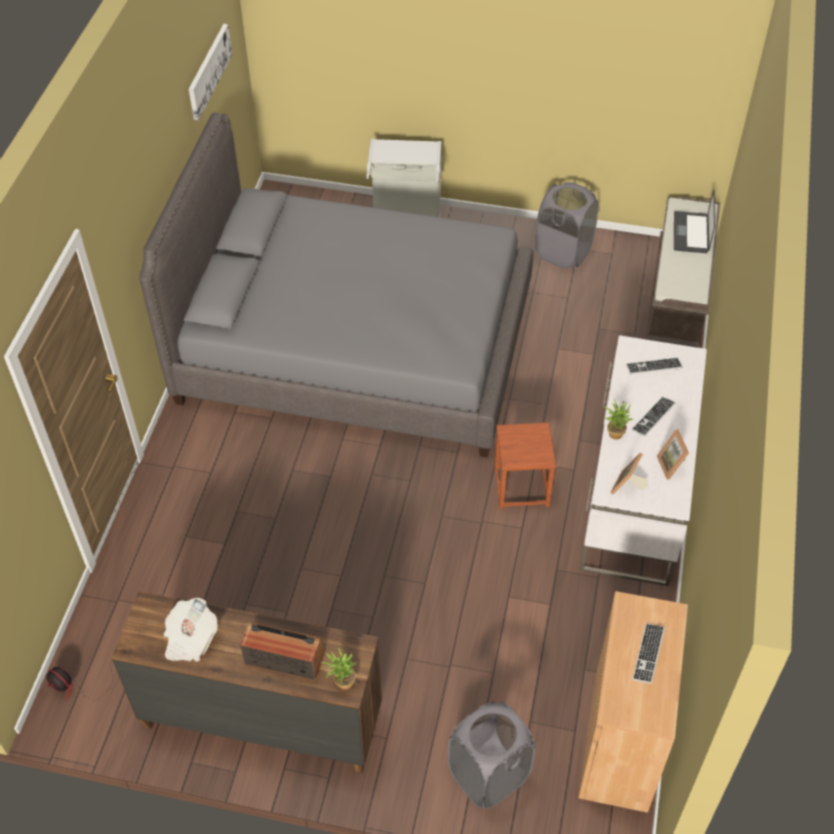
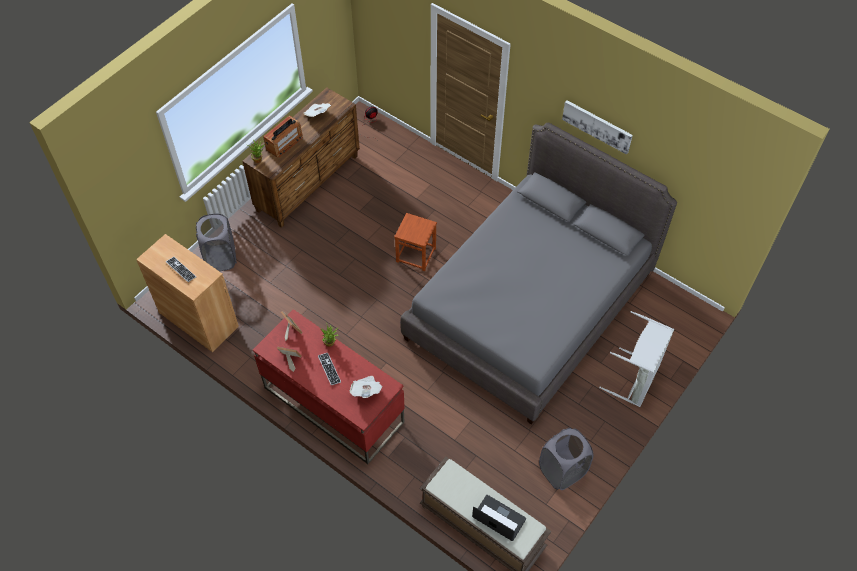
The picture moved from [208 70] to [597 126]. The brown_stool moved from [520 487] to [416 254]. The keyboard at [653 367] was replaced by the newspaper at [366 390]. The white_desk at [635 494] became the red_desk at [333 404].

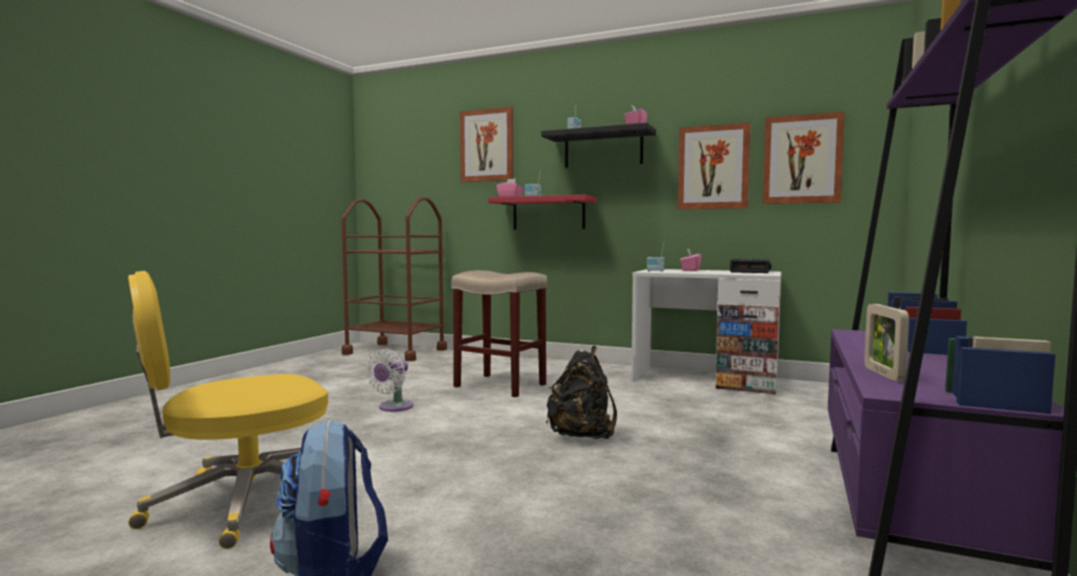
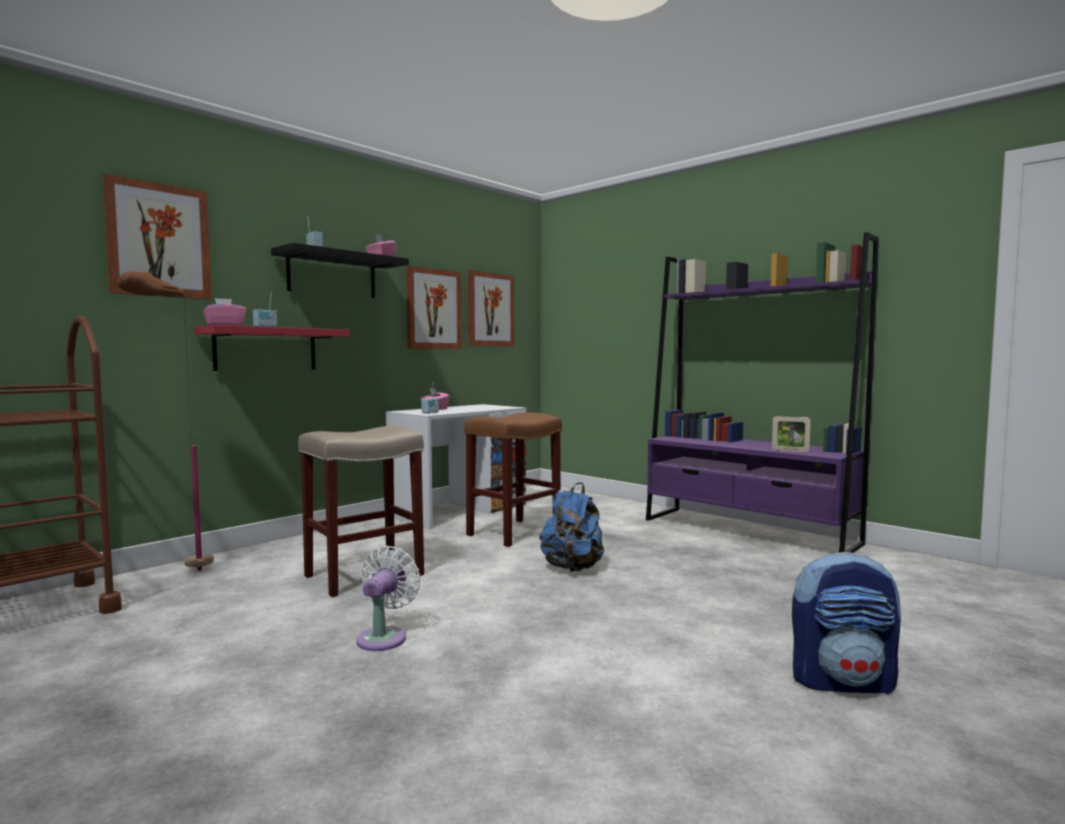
The yellow_office_chair at [241 503] disappeared. The alarm_clock at [750 271] disappeared. The brown_floor_lamp at [176 577] appeared. The brown_stool at [513 533] appeared. The black_backpack at [582 436] became the blue_backpack at [572 568]. The white_fan at [393 407] turned 120 degrees counterclockwise.

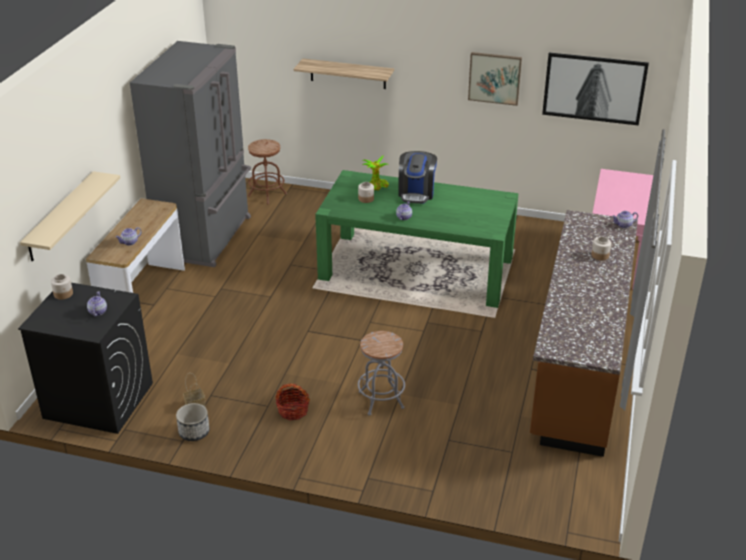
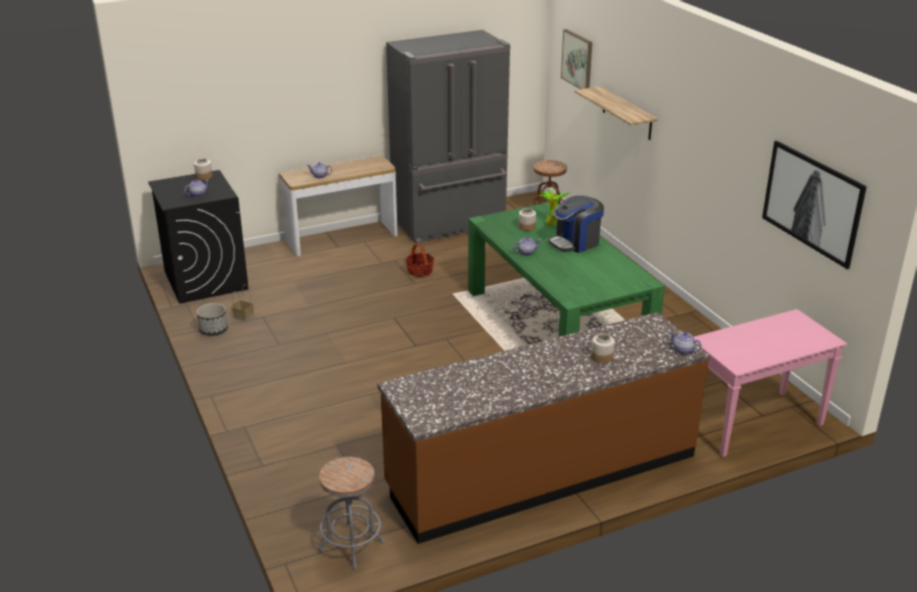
The beige_shelf at [60 216] disappeared. The basket moved from [293 411] to [419 271]. The grey_stool moved from [381 400] to [351 546]. The picture moved from [494 78] to [577 60].

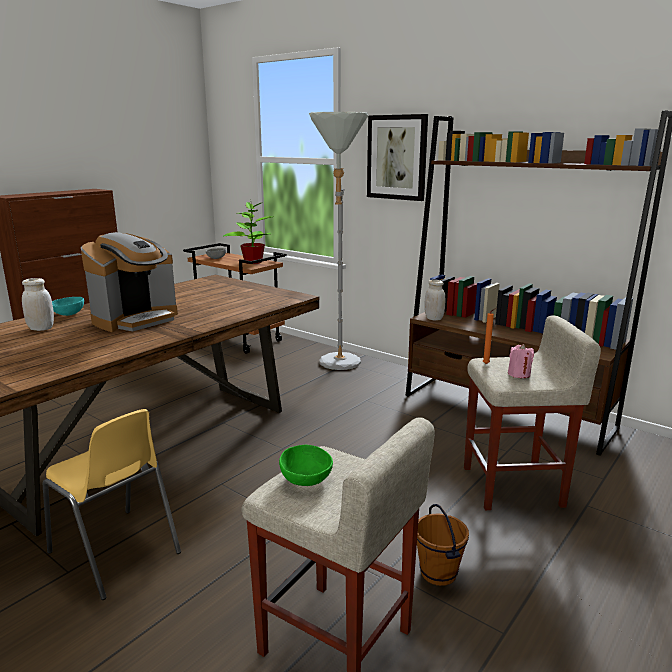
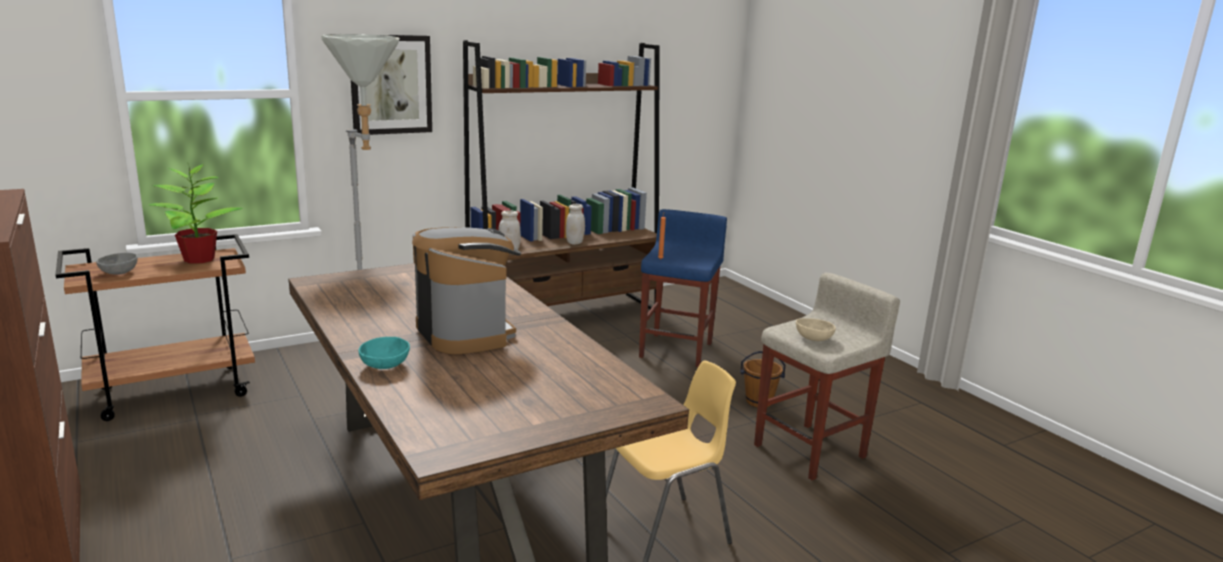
The pink_candle at [519 374] disappeared. The white_jar moved from [41 328] to [575 242]. The green_bowl at [307 479] became the beige_bowl at [813 338]. The beige_stool at [514 486] became the blue_stool at [676 349].

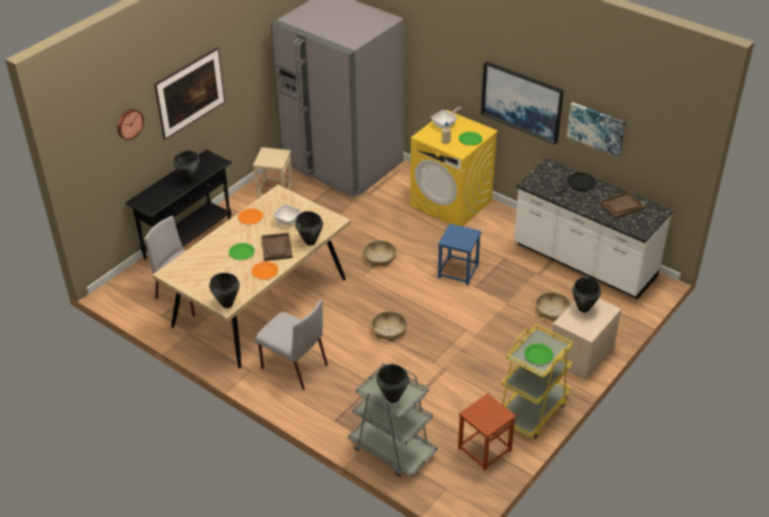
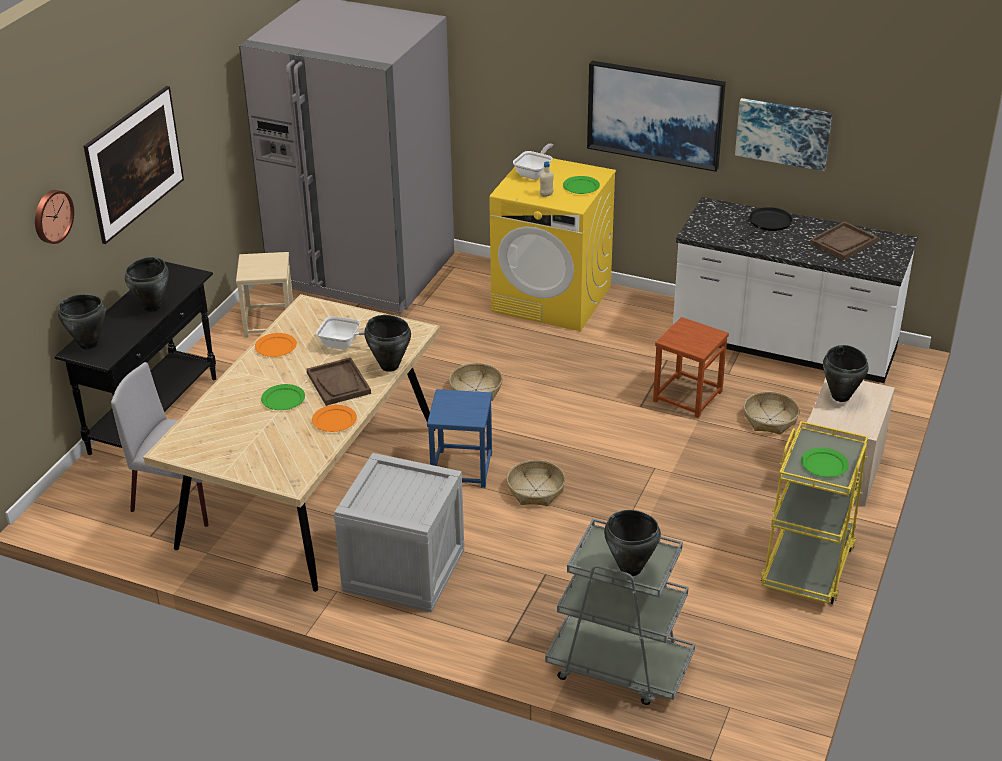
The black_cooking_pot moved from [227 304] to [89 344]. The blue_stool moved from [458 271] to [462 468]. The brown_stool moved from [484 449] to [687 396]. The grey_chair at [293 366] was replaced by the crate at [404 571].

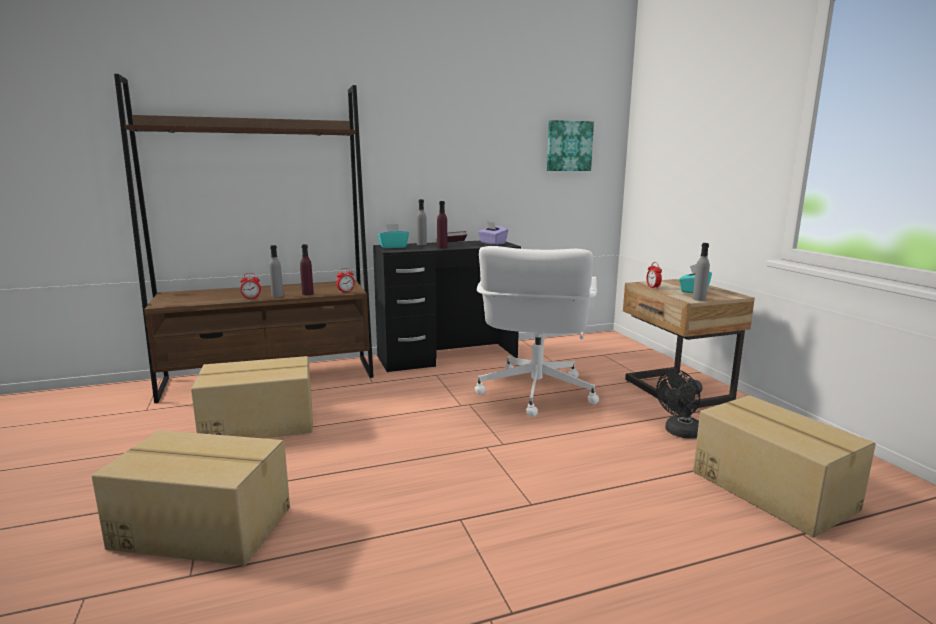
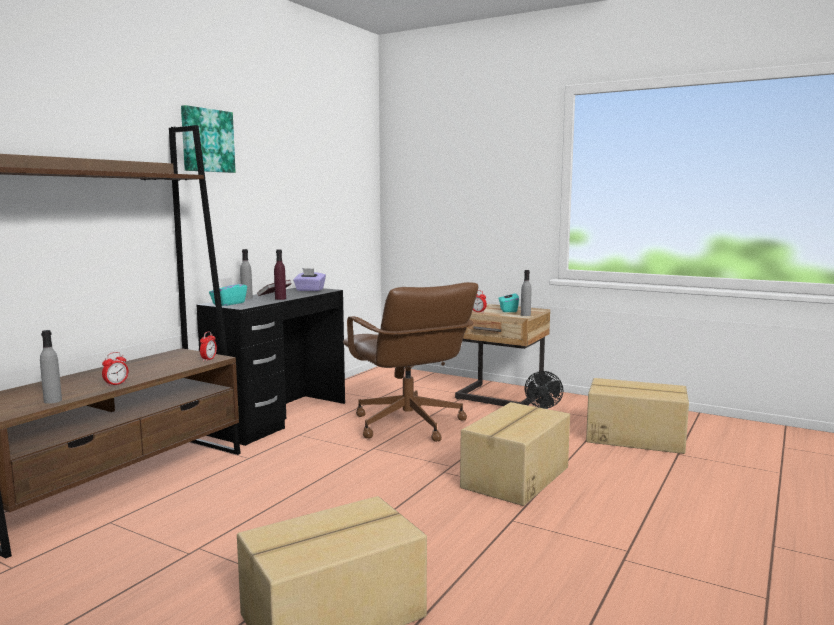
The purple_bottle at [307 294] disappeared. The cardboard_box moved from [259 424] to [514 477]. The grey_bottle moved from [277 295] to [53 401]. The picture moved from [568 146] to [207 140]. The white_office_chair at [535 393] became the brown_office_chair at [408 425].

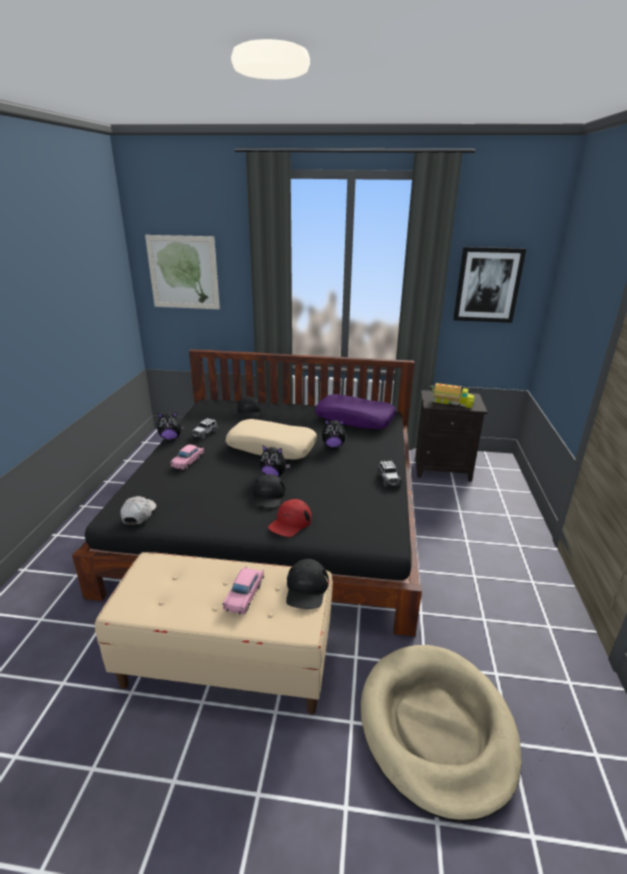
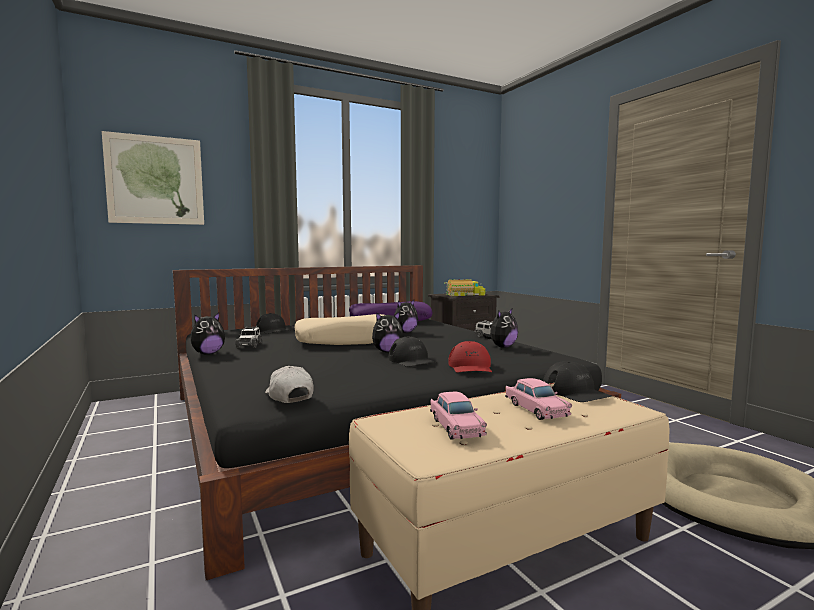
The picture at [487 285] disappeared. The plush_toy at [502 347] appeared. The pink_toy_car moved from [188 461] to [456 426].

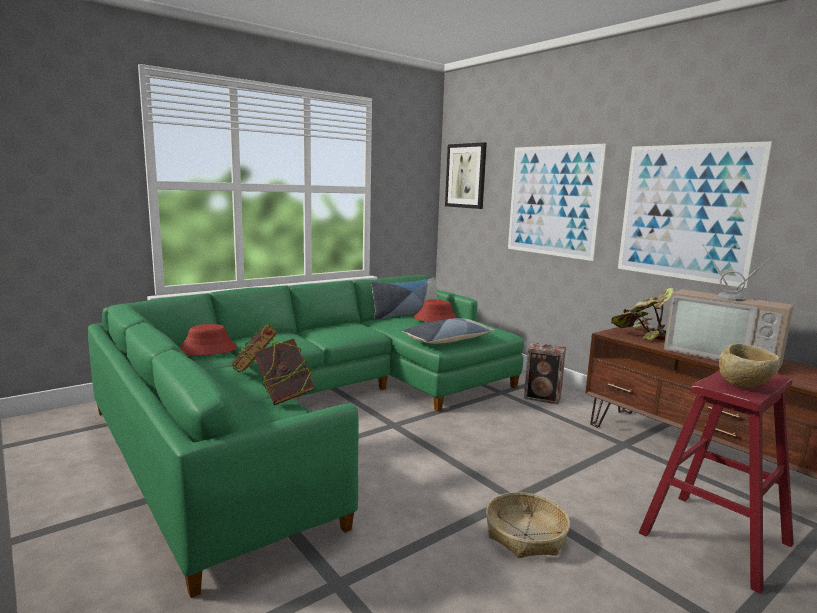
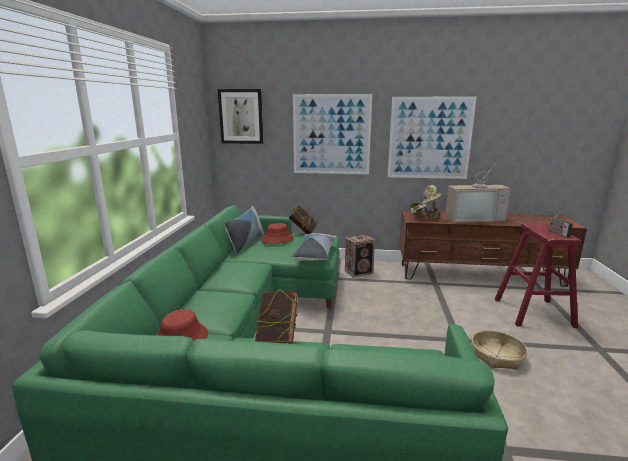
The book moved from [284 397] to [303 233]. The beige_bowl at [745 386] was replaced by the radio at [557 233].

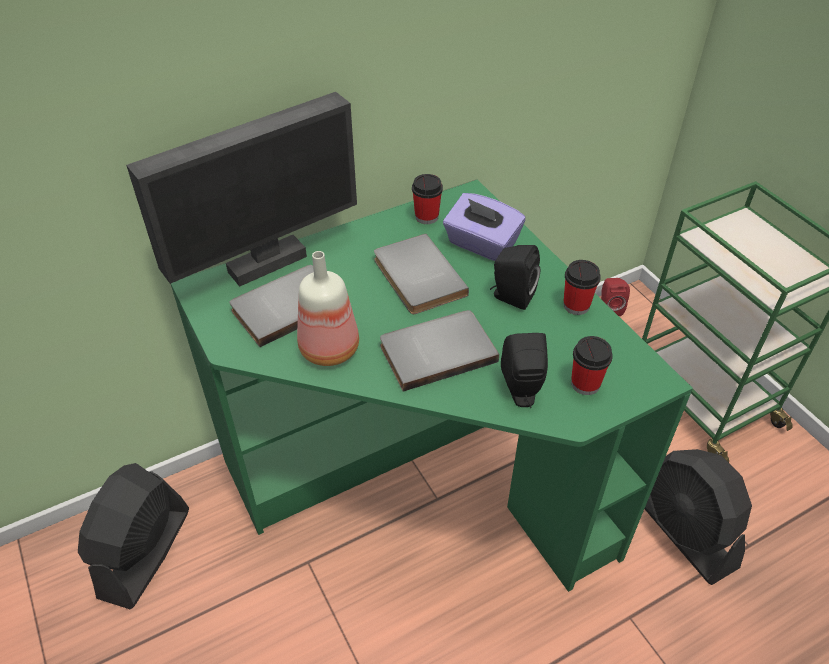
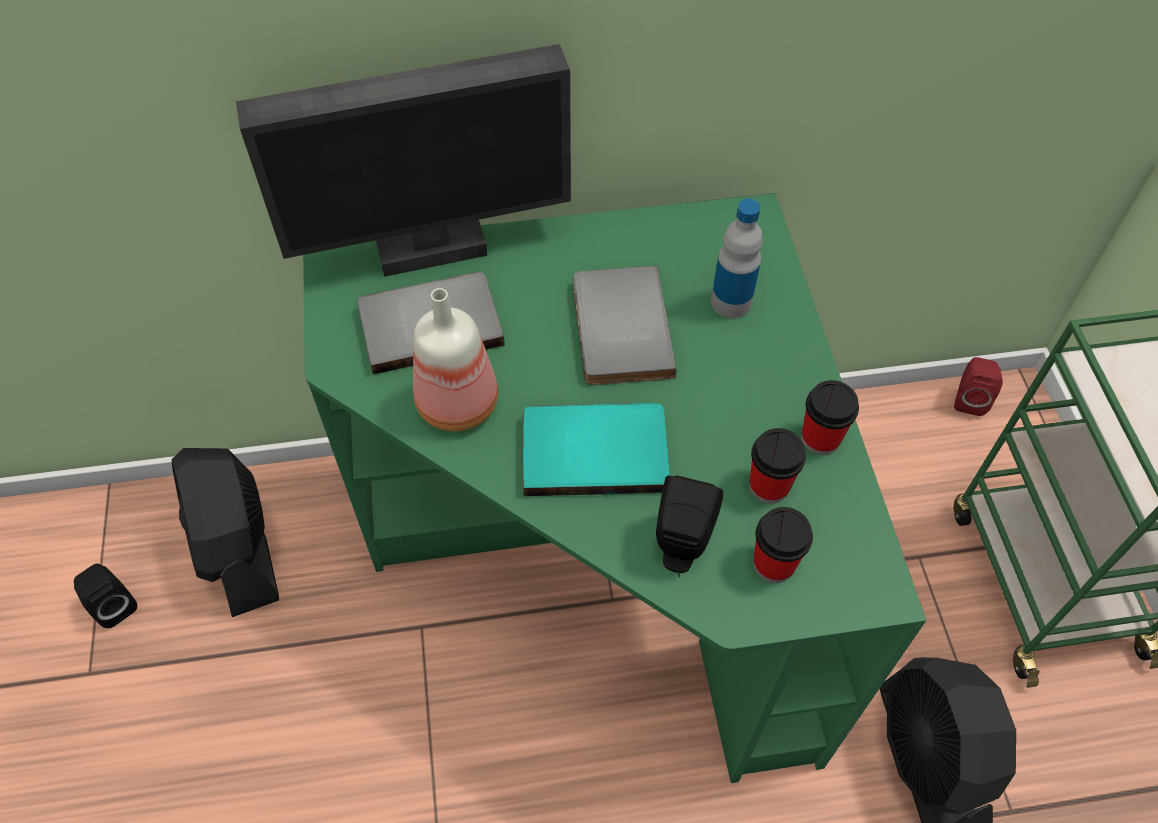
The cup moved from [426 217] to [769 486]. The black_speaker moved from [511 296] to [113 605]. The purple_tissue_box at [481 244] was replaced by the bottle at [731 302]. The grey_book at [436 350] became the turquoise_book at [594 449]. The black_fan at [145 553] turned 60 degrees counterclockwise.

